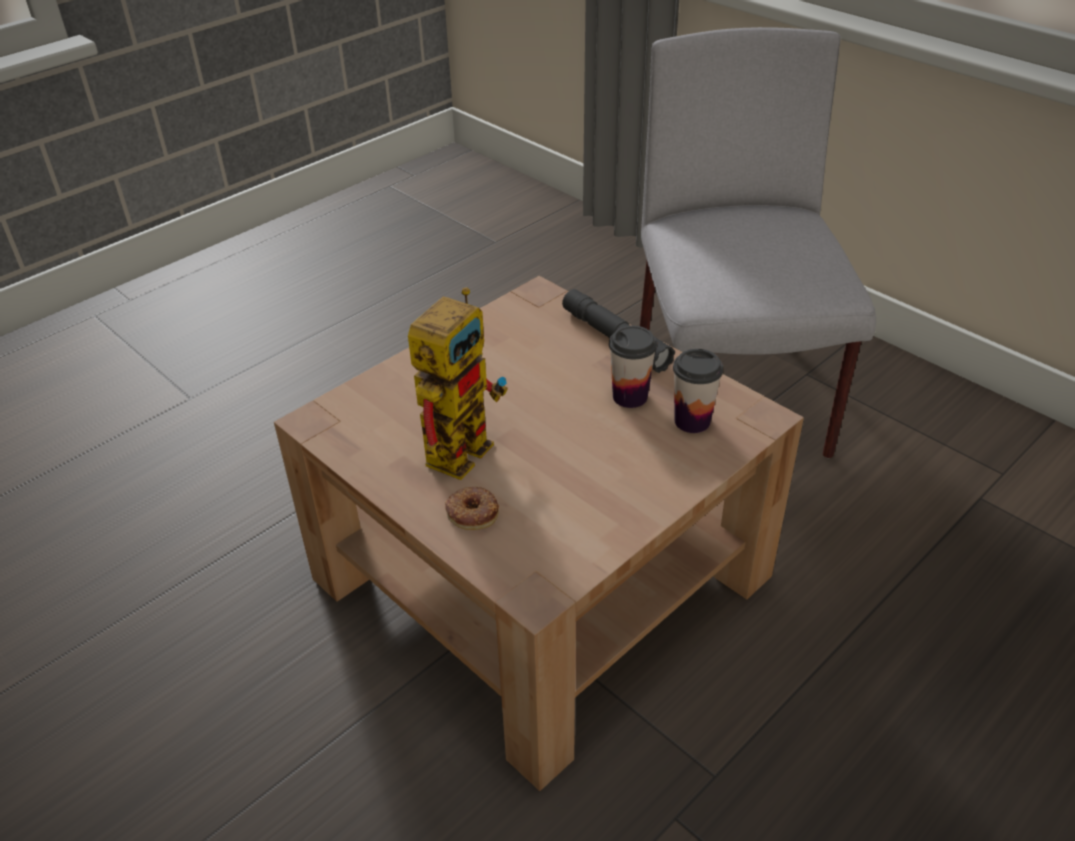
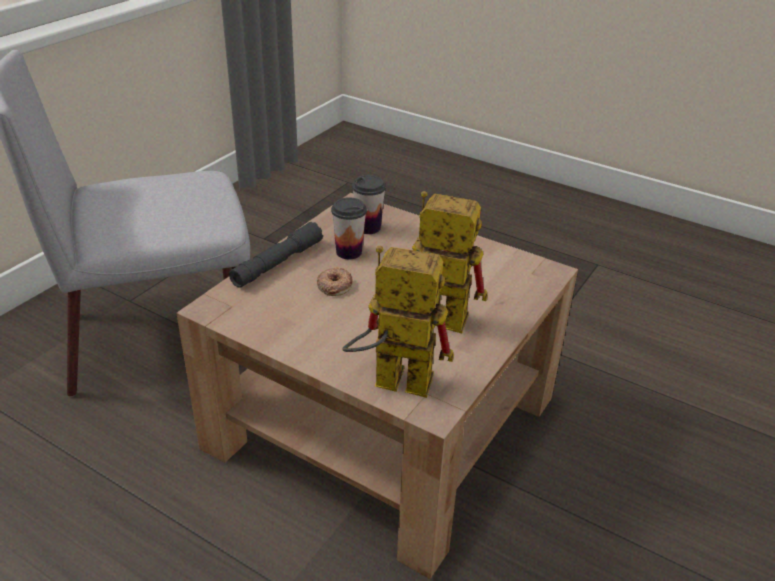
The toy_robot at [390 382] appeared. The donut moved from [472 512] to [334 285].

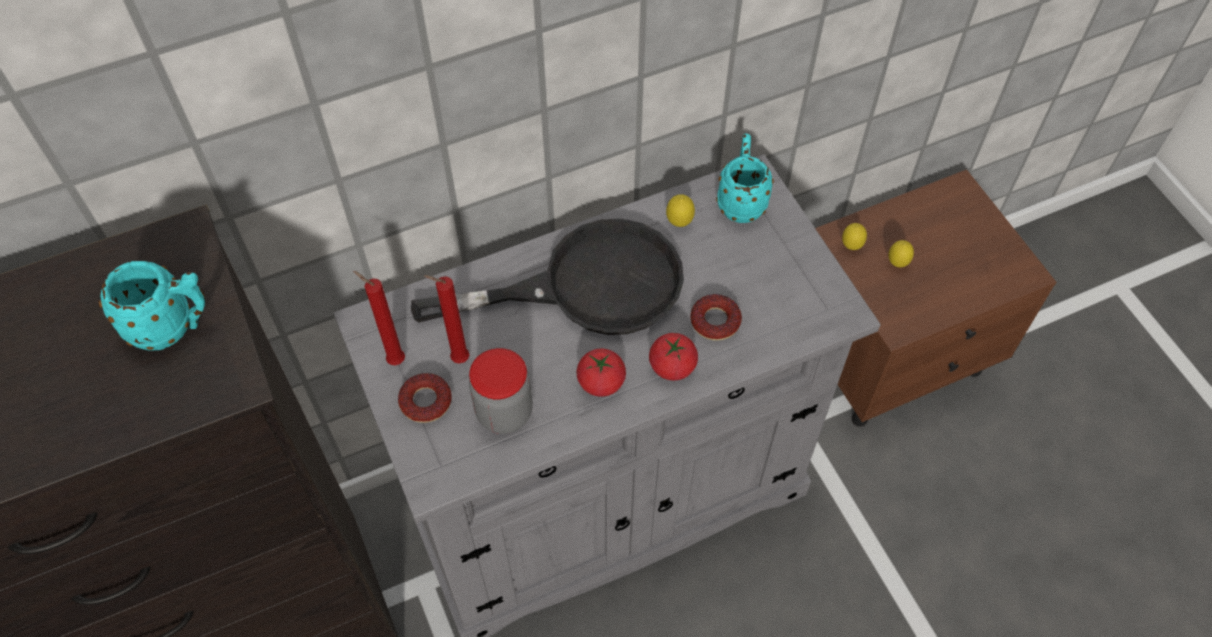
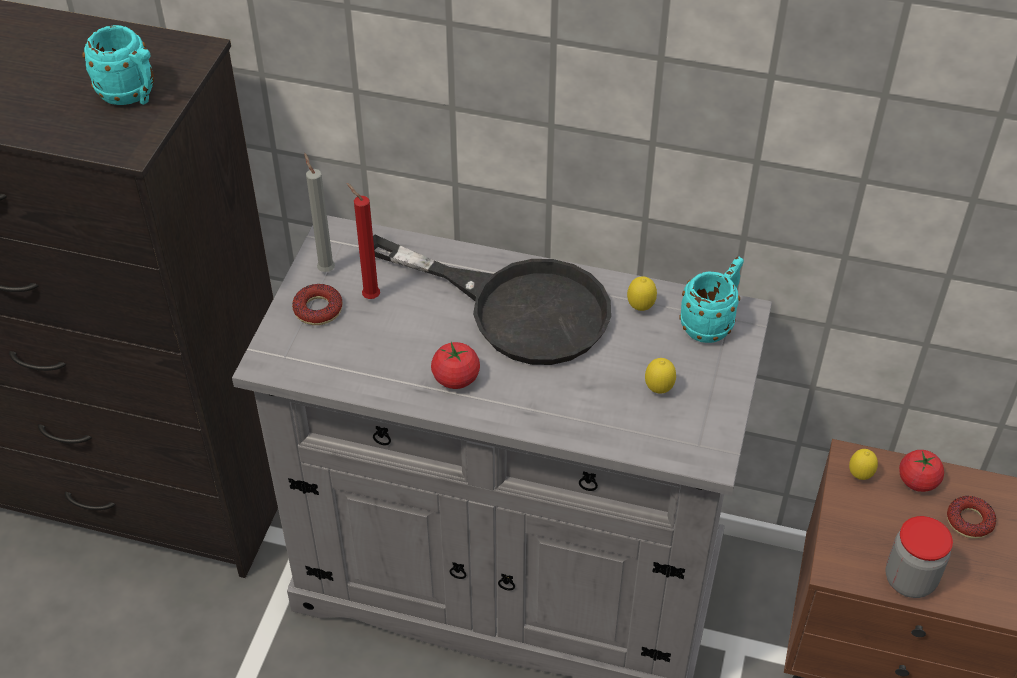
The jar moved from [504 412] to [909 579]. The tomato moved from [672 366] to [917 481]. The donut moved from [715 321] to [969 521]. The lemon moved from [897 264] to [658 390]. The red_candle at [393 360] became the grey_candle at [325 269].

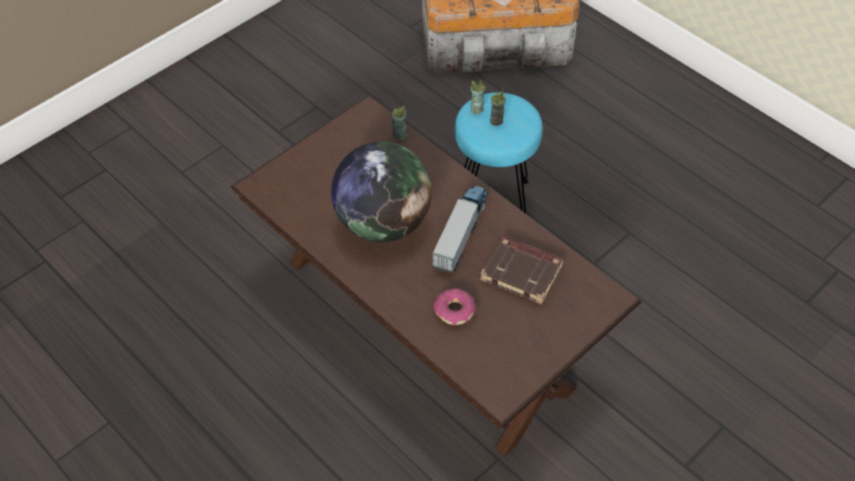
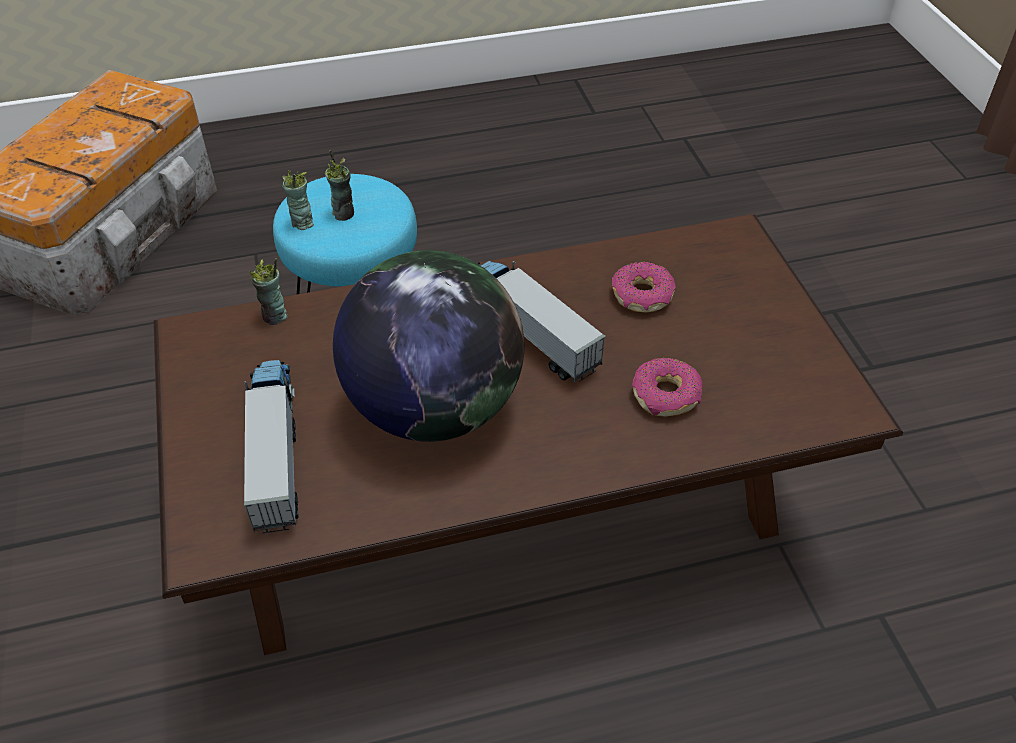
The toy_truck at [275 449] appeared. The brown_book at [522 272] was replaced by the donut at [642 296].

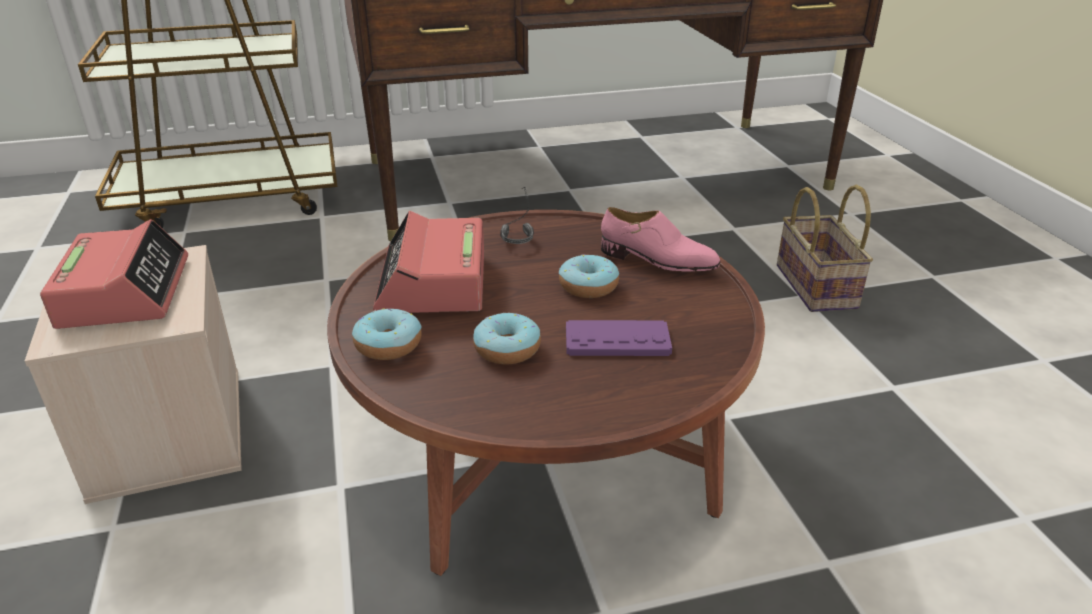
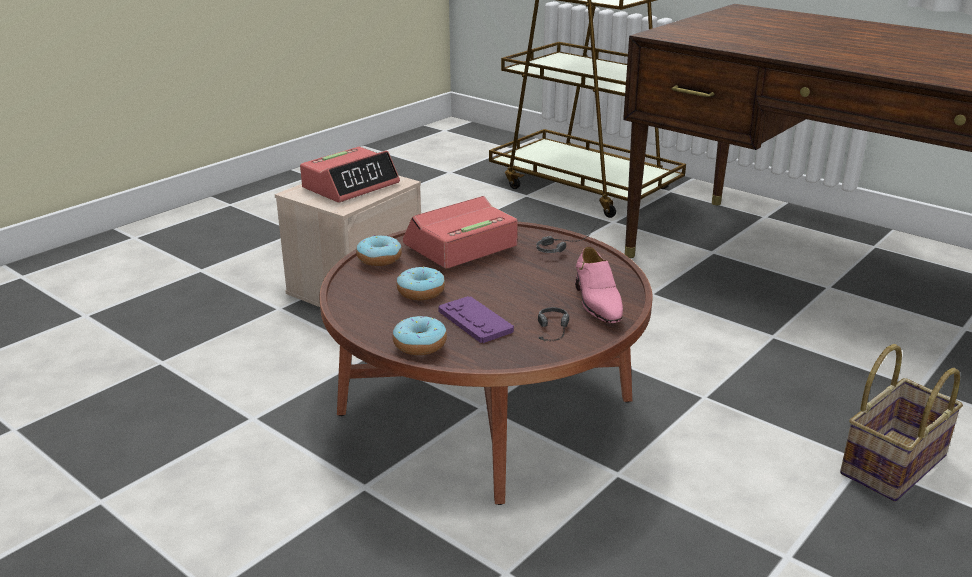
The headphones at [554 336] appeared. The donut moved from [588 286] to [420 345].

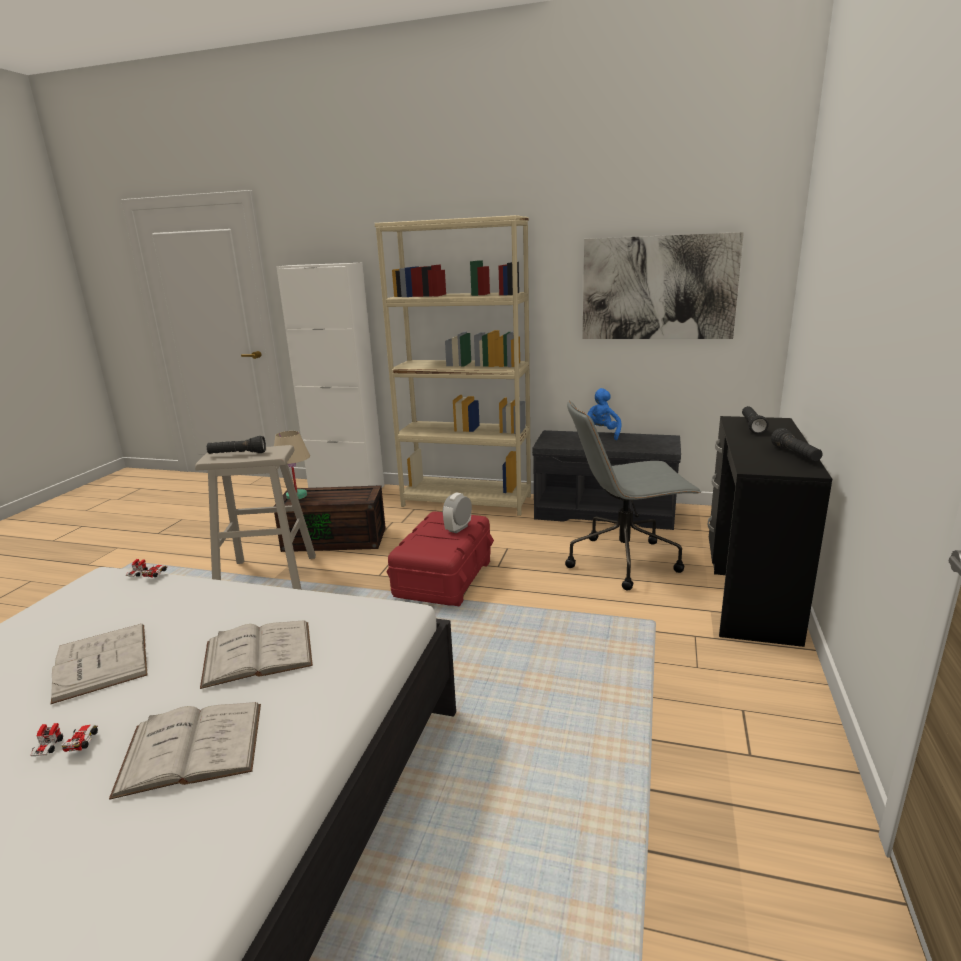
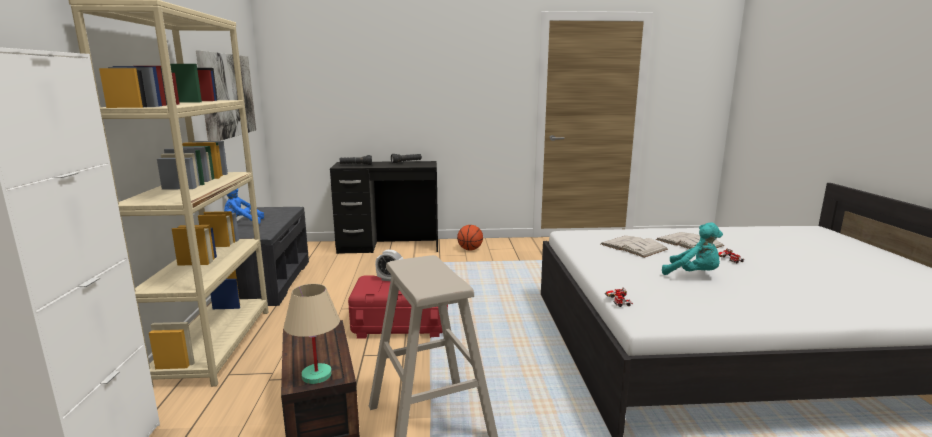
The black_flashlight at [237 454] disappeared. The grey_office_chair at [625 561] disappeared. The basketball at [470 249] appeared. The white_book at [101 661] was replaced by the turquoise_plush_toy at [693 274].

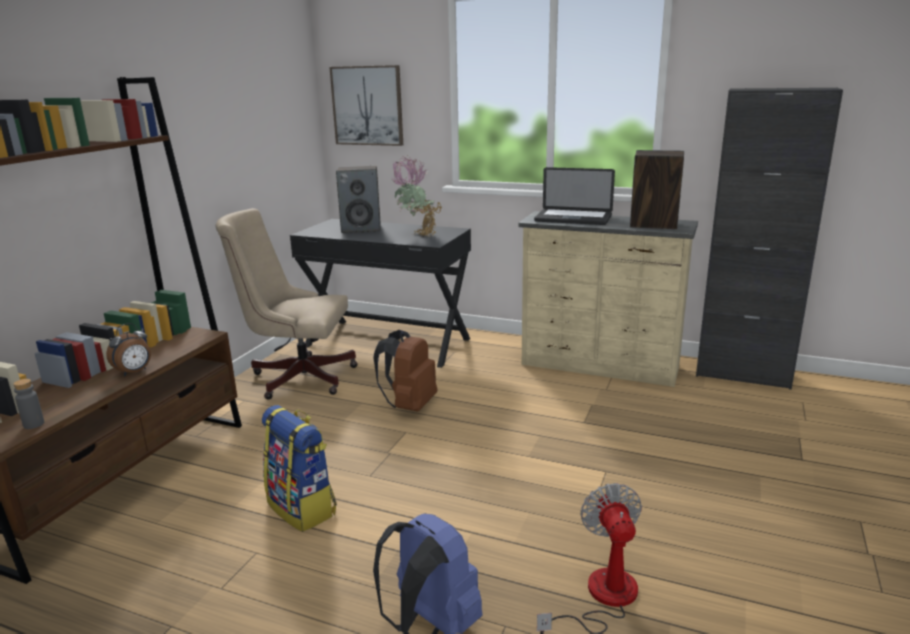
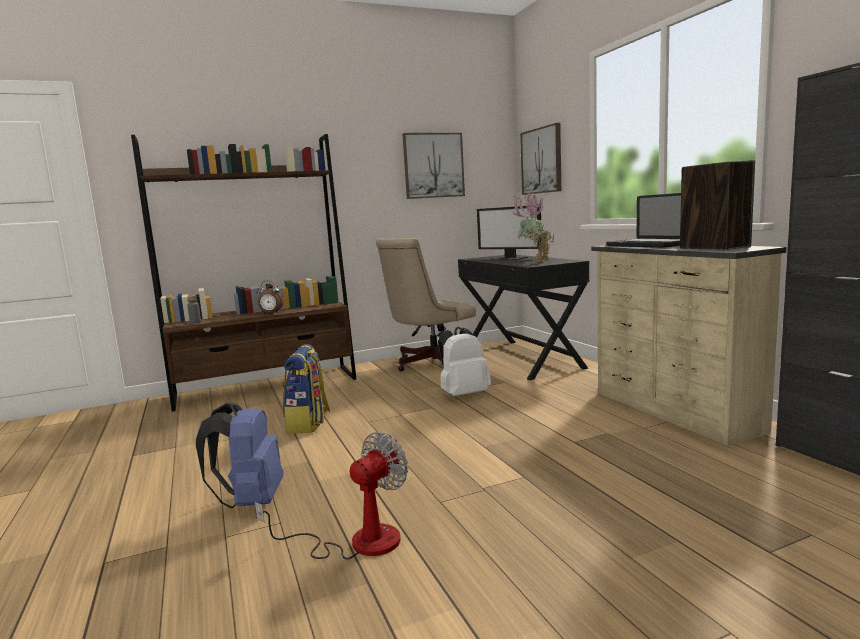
The picture at [433 165] appeared. The speaker at [361 229] was replaced by the monitor at [510 258]. The brown_backpack at [409 405] became the white_backpack at [463 395]. The beige_office_chair at [297 376] turned 90 degrees counterclockwise.

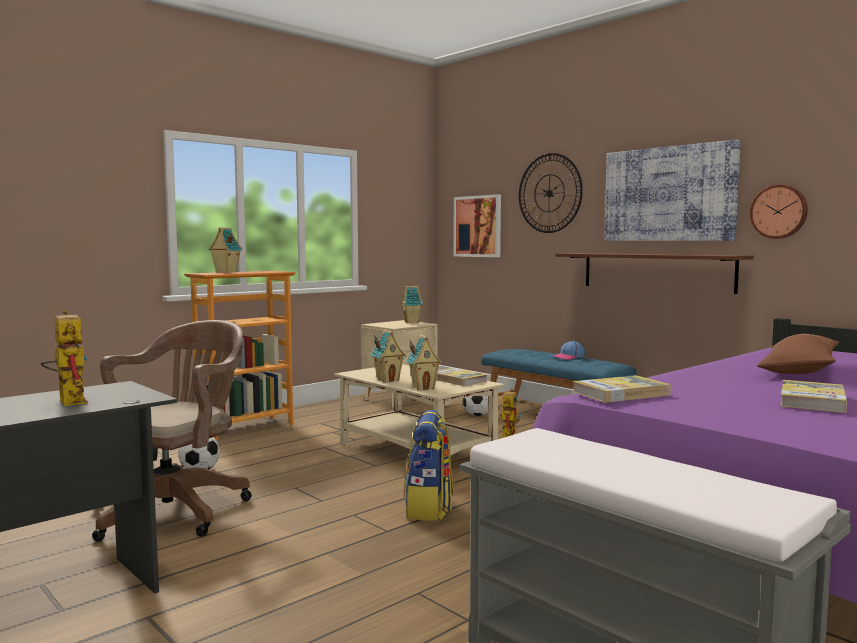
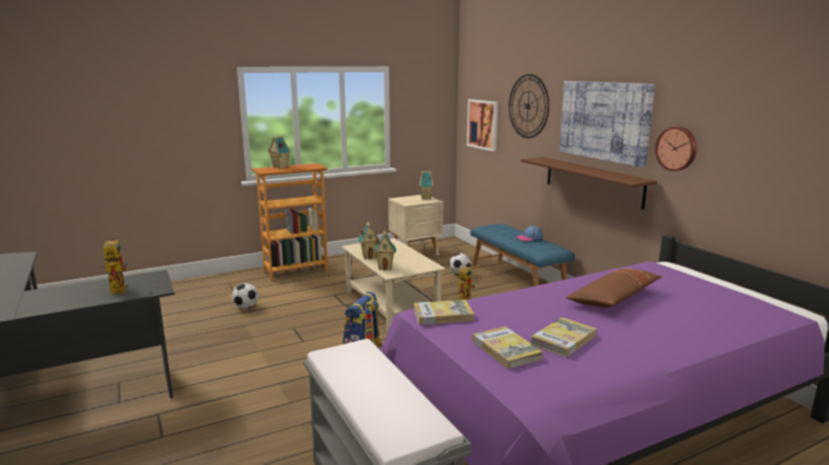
The brown_office_chair at [175 509] disappeared. The book moved from [457 380] to [506 350].

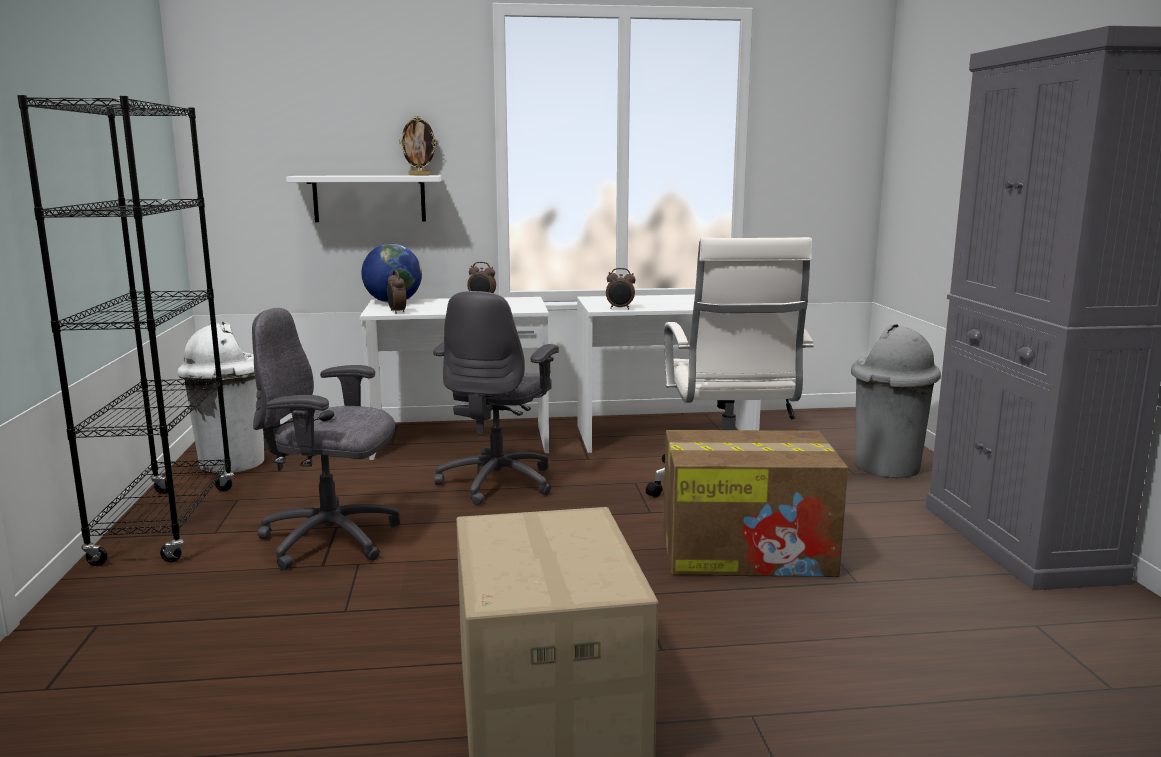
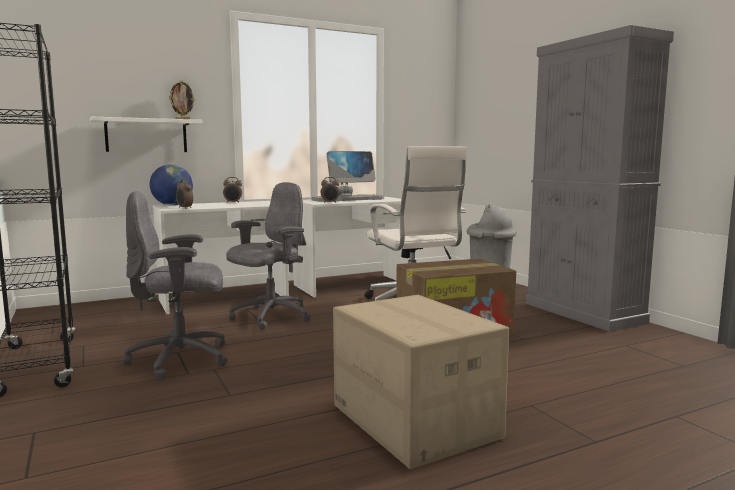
The white_trash_can at [232 463] disappeared. The monitor at [349 199] appeared. The grey_office_chair at [498 482] turned 135 degrees counterclockwise.

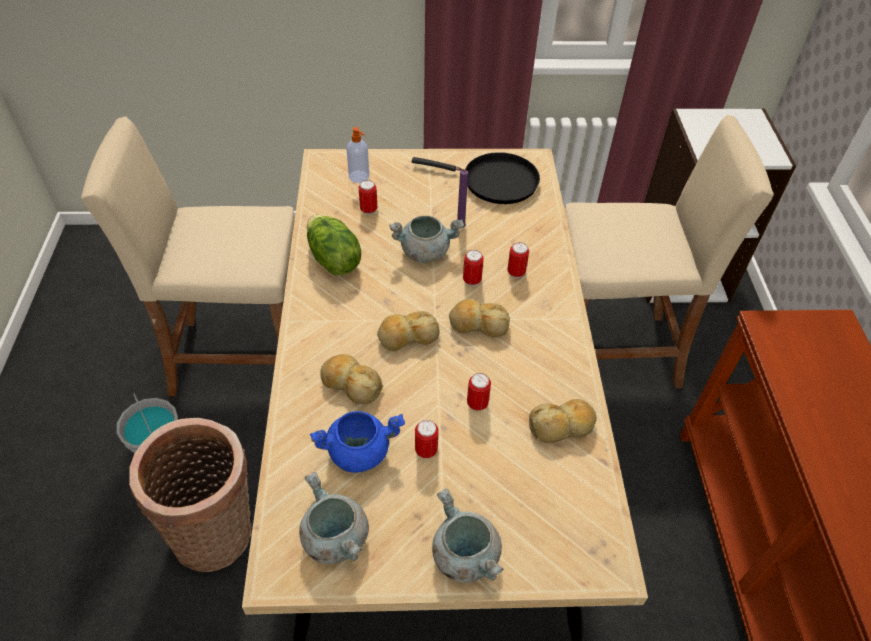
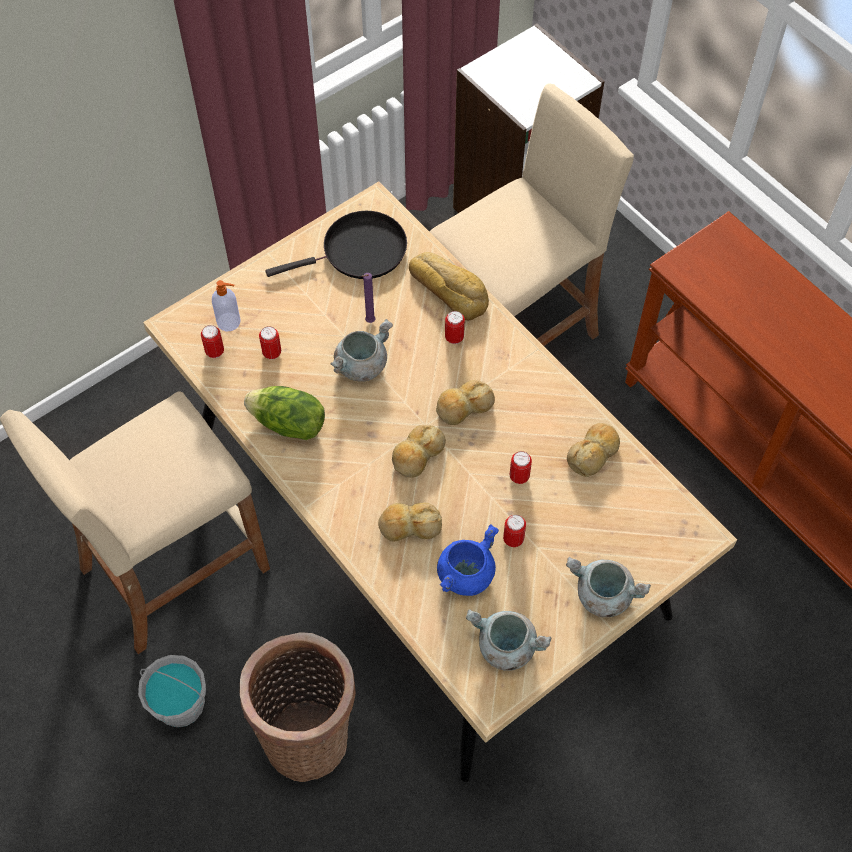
The bread at [449 289] appeared. The can moved from [472 280] to [215 352].

